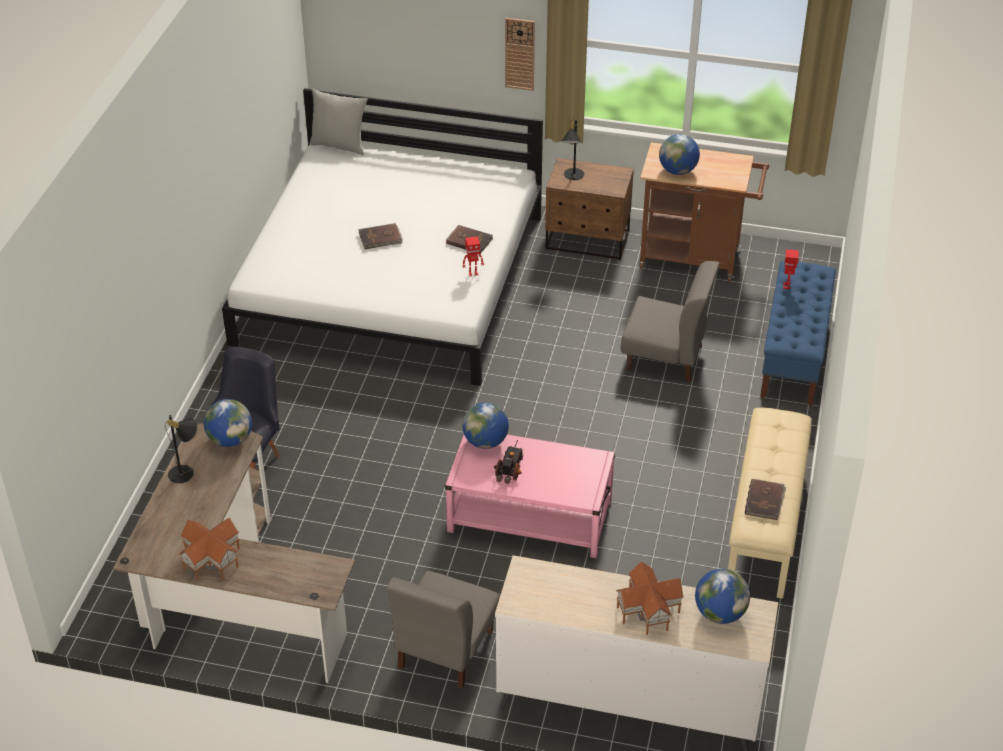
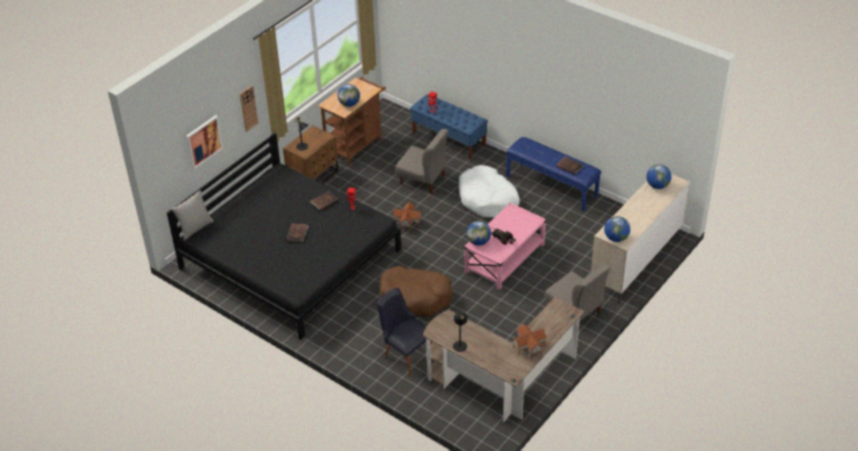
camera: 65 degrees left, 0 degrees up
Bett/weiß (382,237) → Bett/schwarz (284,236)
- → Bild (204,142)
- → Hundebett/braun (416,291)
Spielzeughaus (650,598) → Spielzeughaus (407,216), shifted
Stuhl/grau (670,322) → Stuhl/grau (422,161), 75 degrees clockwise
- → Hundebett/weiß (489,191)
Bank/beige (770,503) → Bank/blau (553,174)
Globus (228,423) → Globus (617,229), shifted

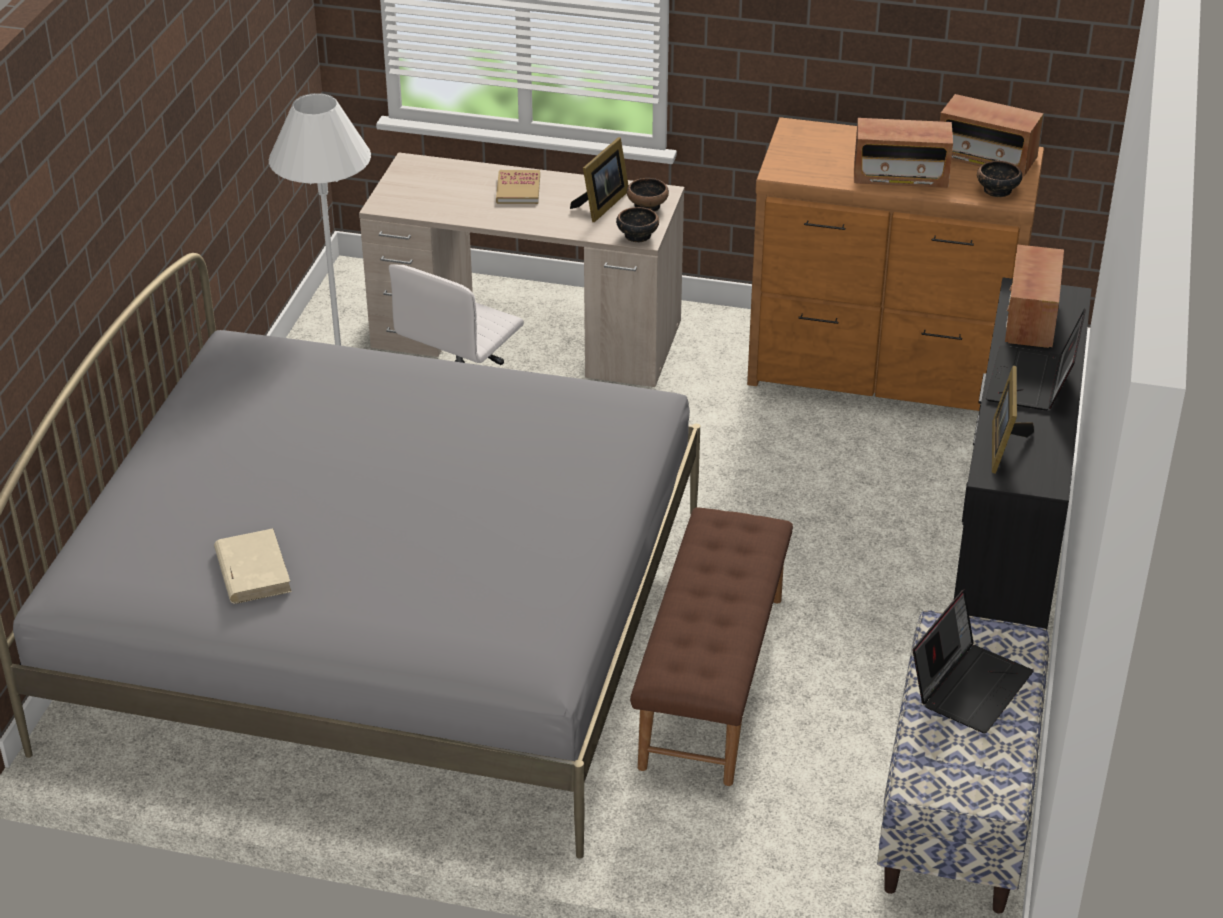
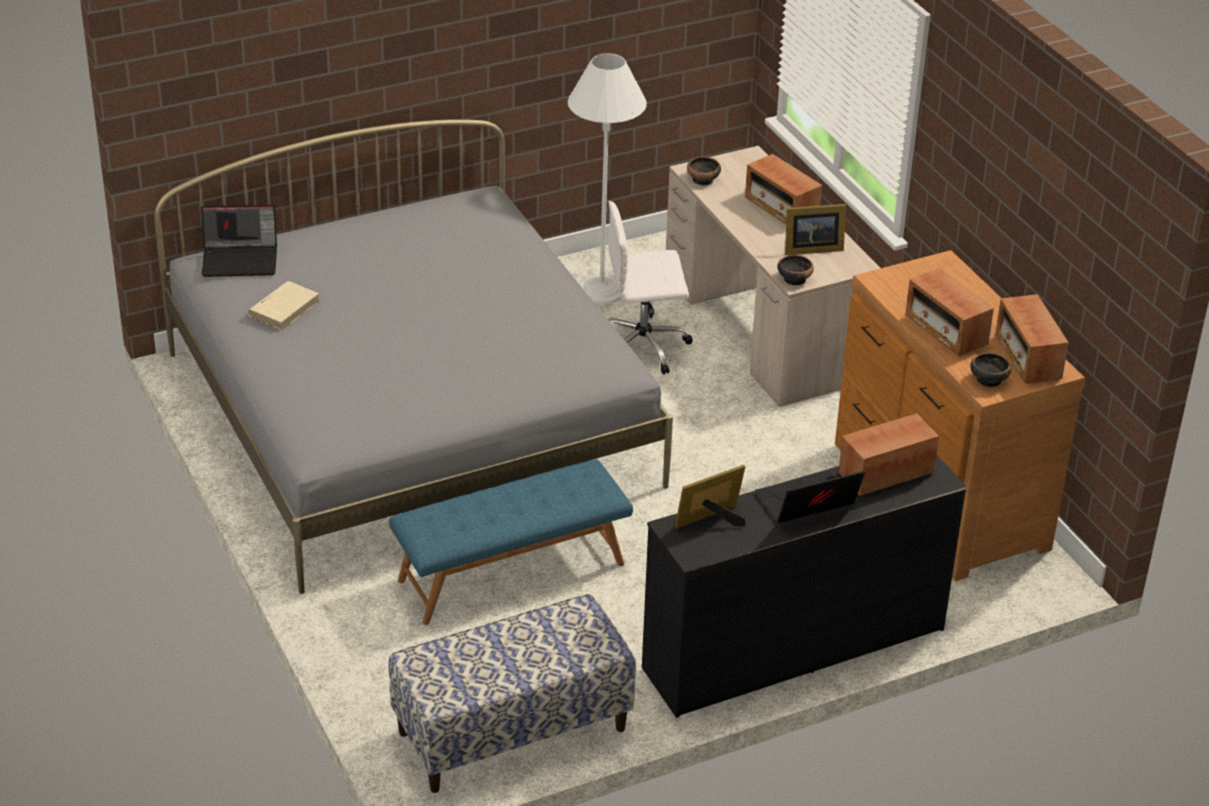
camera: 50 degrees right, 0 degrees up
Laptop (973,661) → Laptop (239,241), shifted
Bank/braun (711,646) → Bank/blau (511,542)
Schüssel (648,195) → Schüssel (704,171), shifted
Buch (518,187) → Radio (783,189)

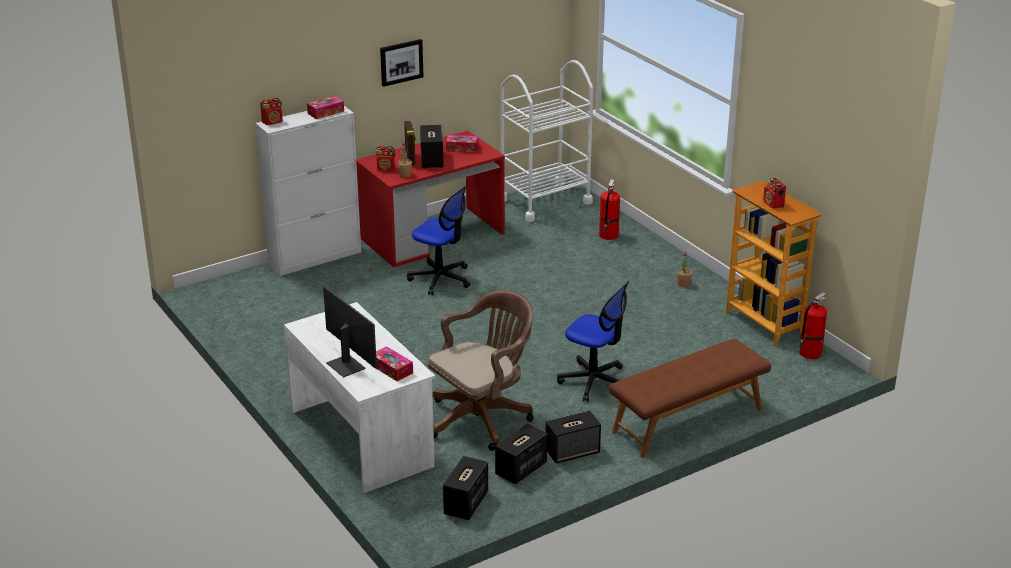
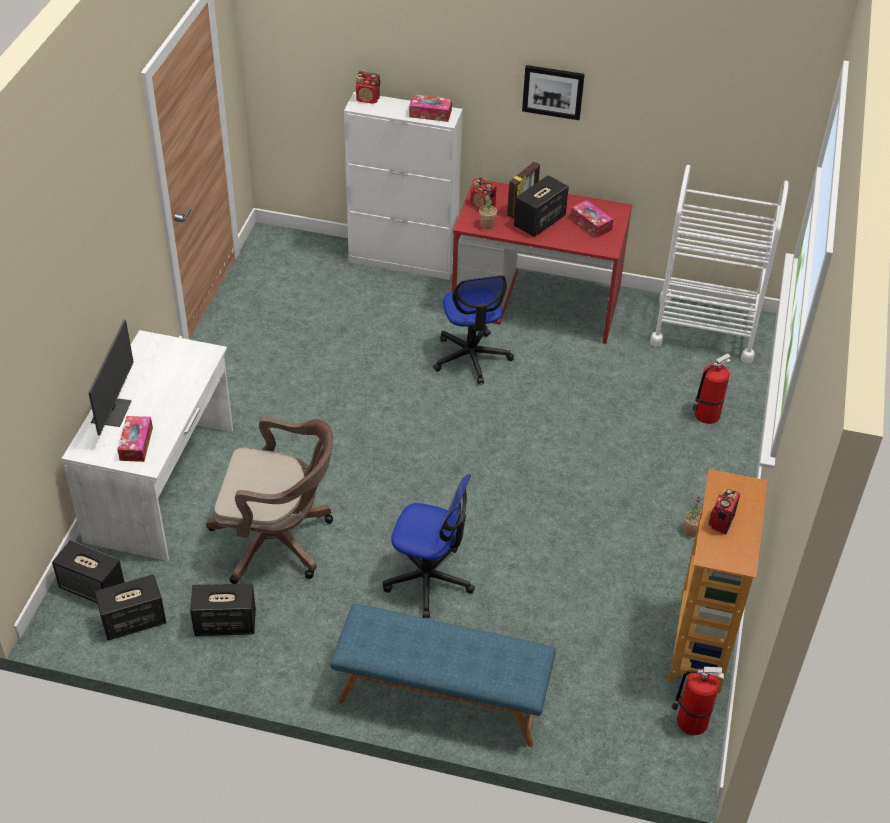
camera: 45 degrees right, 15 degrees up
Lautsprecher (573,437) → Lautsprecher (88,571), shifted
Bank/braun (690,398) → Bank/blau (443,675)
Bürostuhl (593,341) → Bürostuhl (429,546), 60 degrees counterclockwise

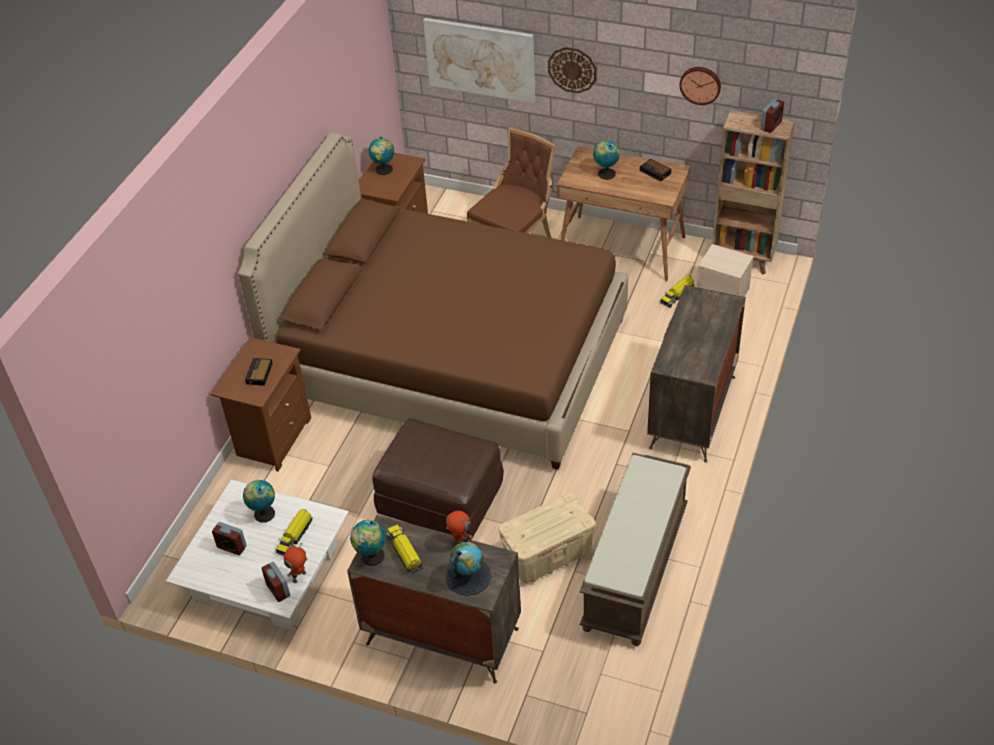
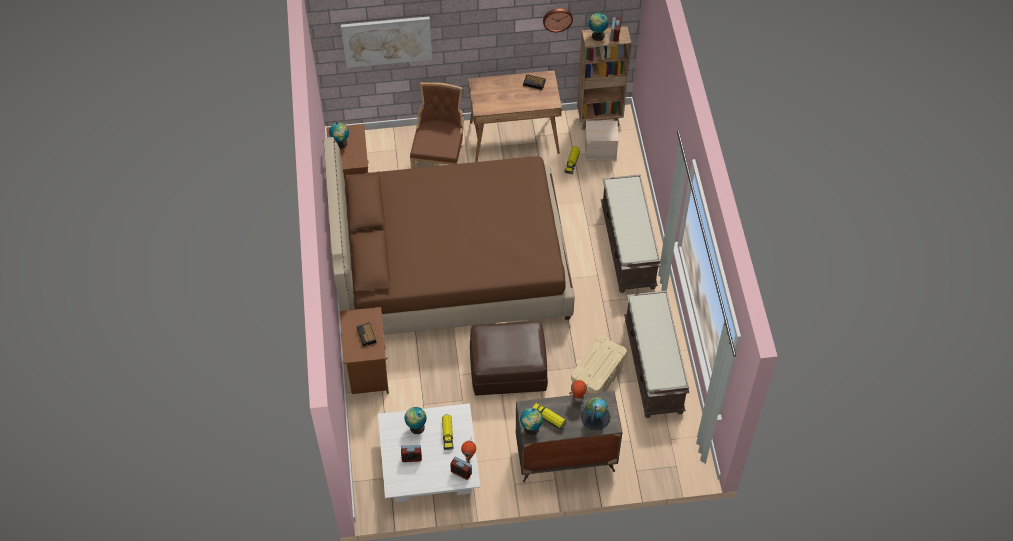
camera: 30 degrees left, 10 degrees up
Globus (606,160) → Globus (598,27), shifted
Kommode (696,374) → Bank/braun (631,234)
Wanduhr (572,70) → -

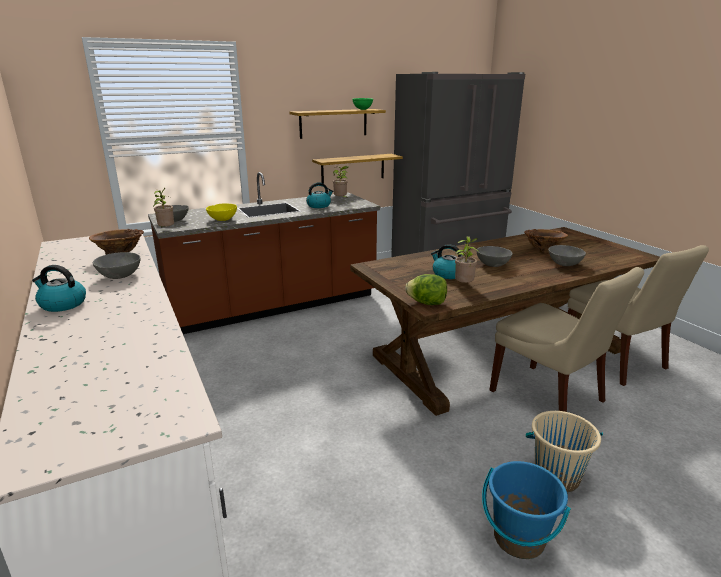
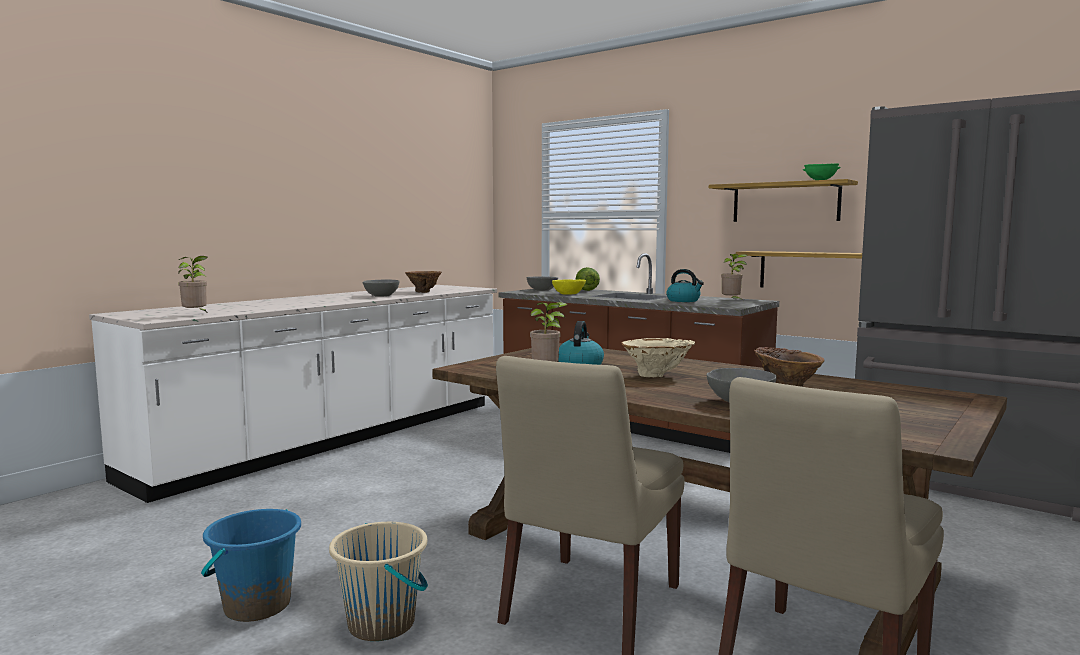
camera: 65 degrees right, 15 degrees down
Topfpflanze (163,208) → Topfpflanze (192,284), shifted
Salatkopf (426,289) → Salatkopf (588,279), shifted
Schüssel/grau (495,256) → Vase/beige (658,357)
Wasserkessel (59,288) → -

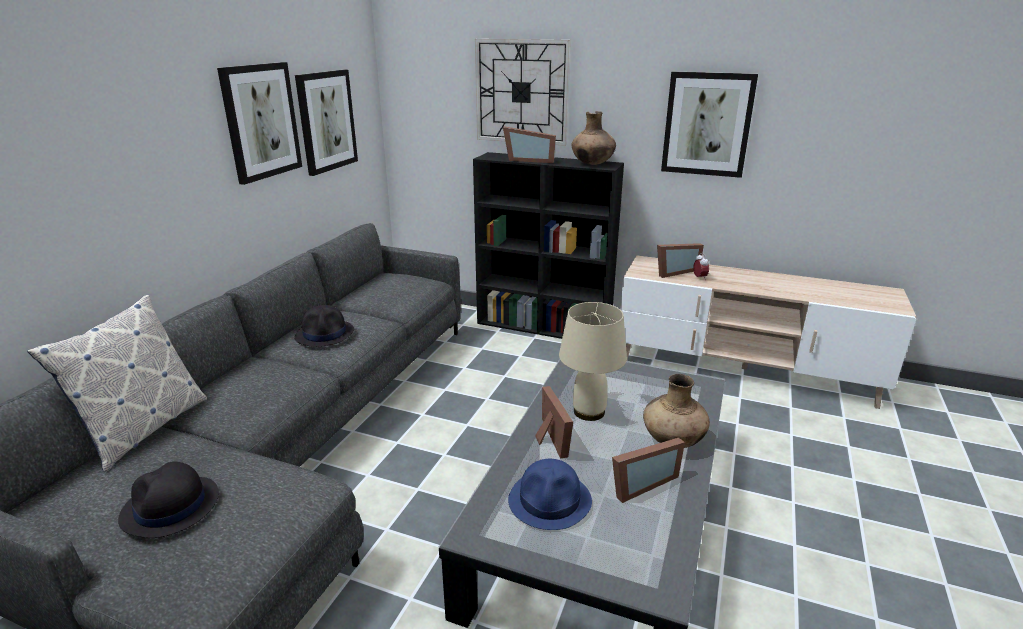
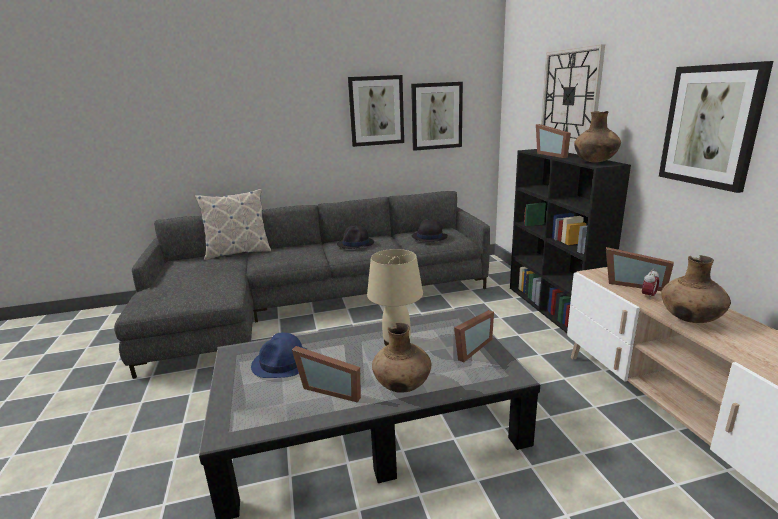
camera: 55 degrees right, 5 degrees down
Hut/schwarz (168,499) → Hut/schwarz (429,230), shifted
Bilderrahmen (554,422) → Bilderrahmen (474,336), shifted
- → Vase/braun (696,289)

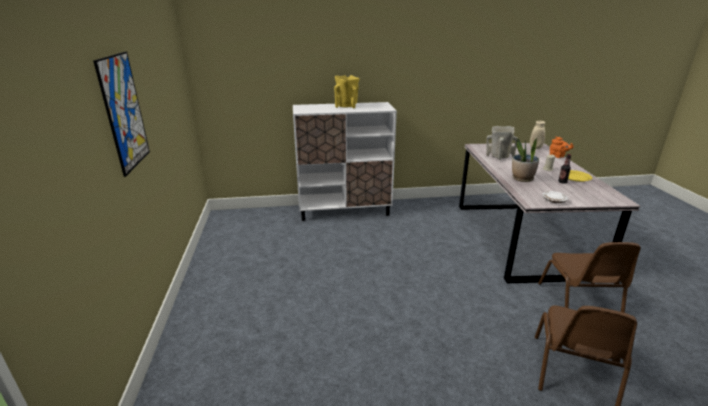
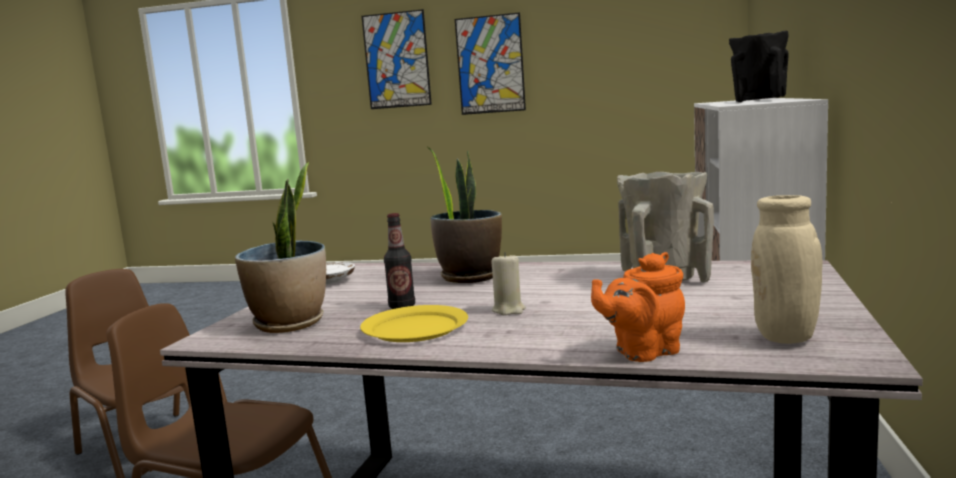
camera: 110 degrees right, 15 degrees down
- → Topfpflanze (280,247)
- → Bild (397,59)
Vase/gelb (346,91) → Vase/schwarz (759,66)

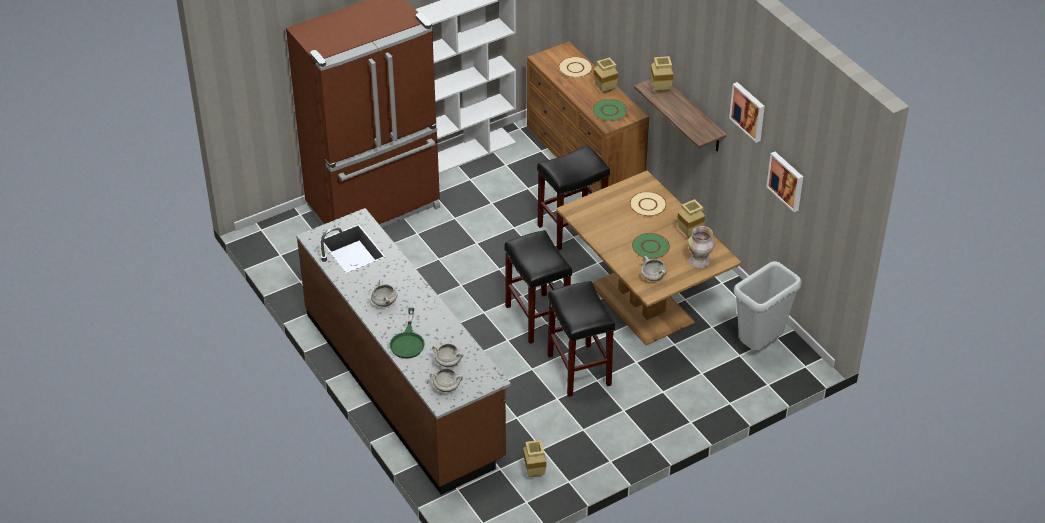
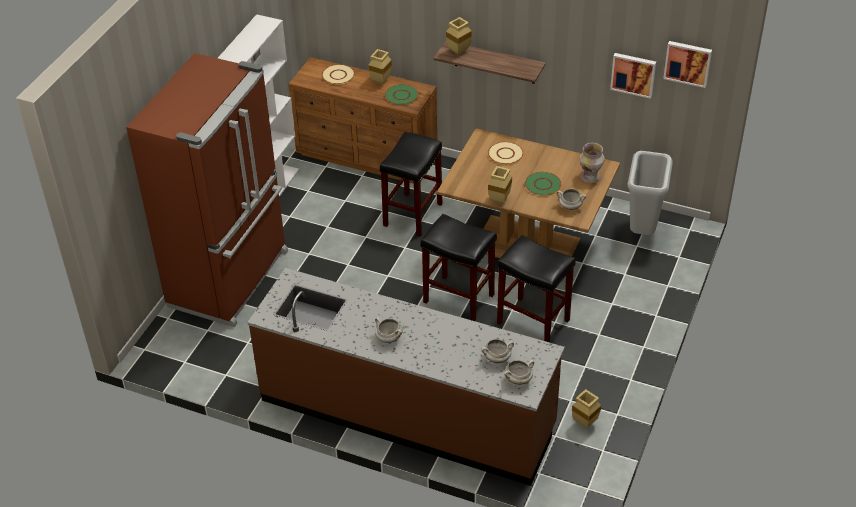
camera: 35 degrees left, 0 degrees up
Vase/beige (691,218) → Vase/beige (500,185), shifted
Bild (747,112) → Bild (687,64), shifted
Pfanne/grün (407,333) → -

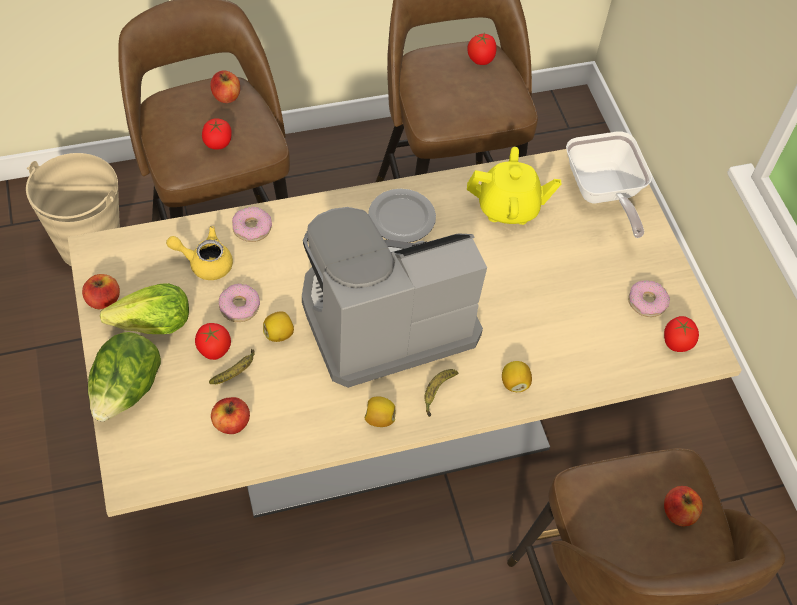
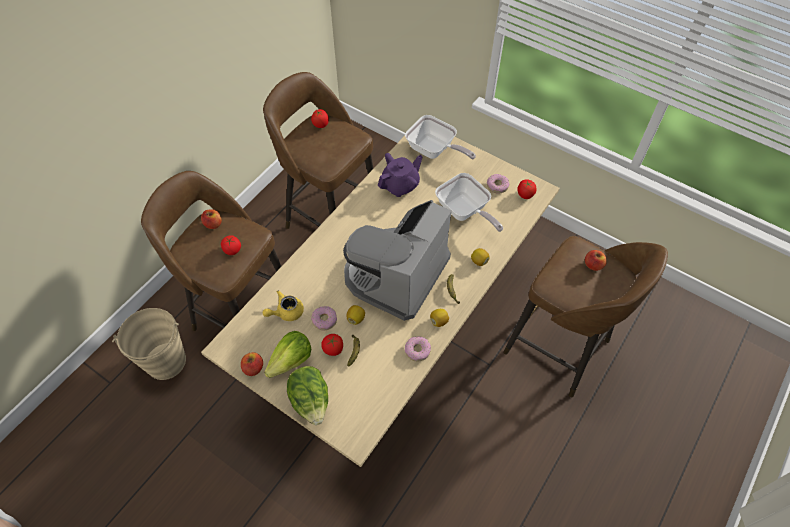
camera: 35 degrees left, 0 degrees up
Teekanne/gelb (514,186) → Teekanne/lila (400,175)
Donut (252,224) → Donut (418,348), shifted
- → Pfanne (469,202)
Apfel (230,415) → -
Teller (402,215) → -

